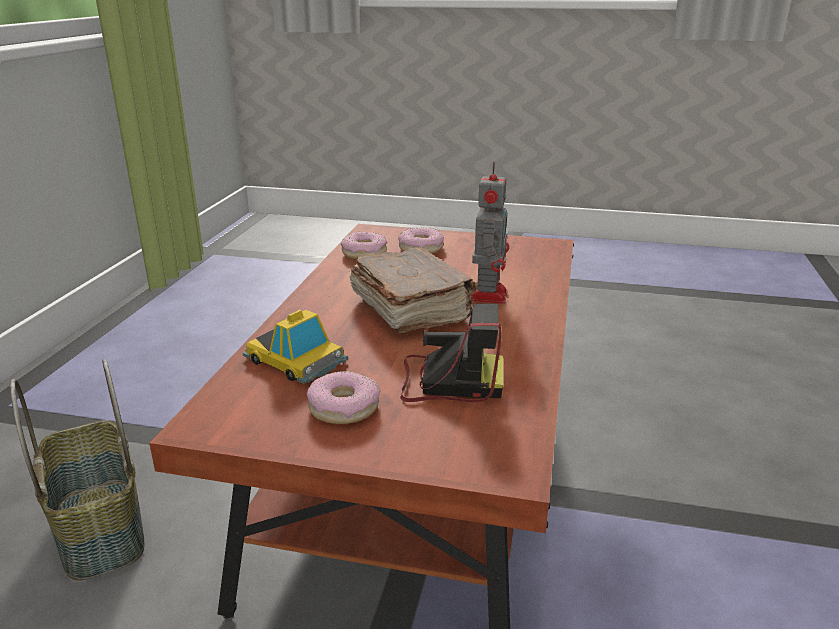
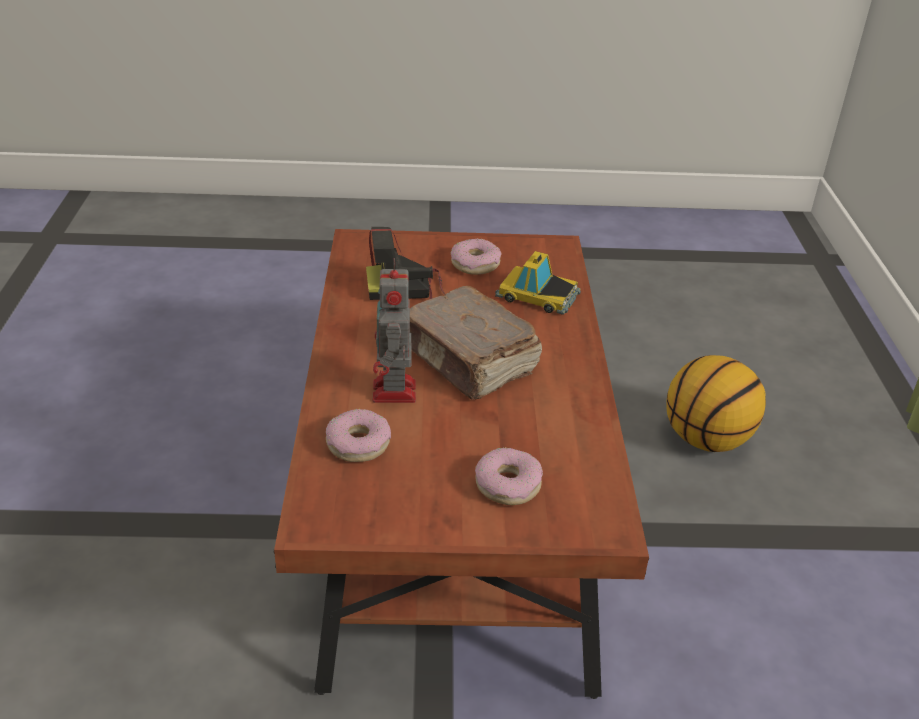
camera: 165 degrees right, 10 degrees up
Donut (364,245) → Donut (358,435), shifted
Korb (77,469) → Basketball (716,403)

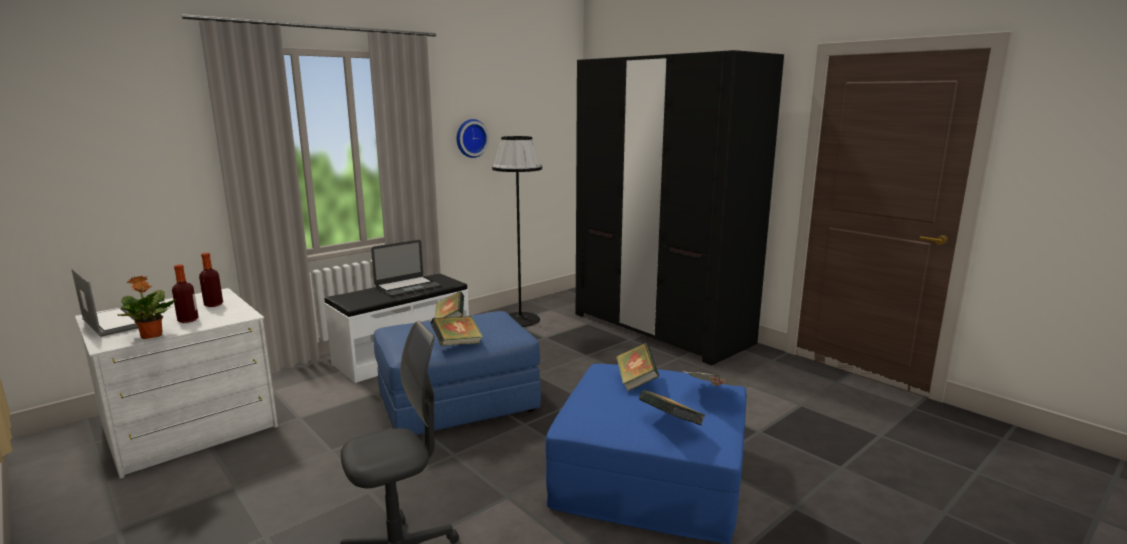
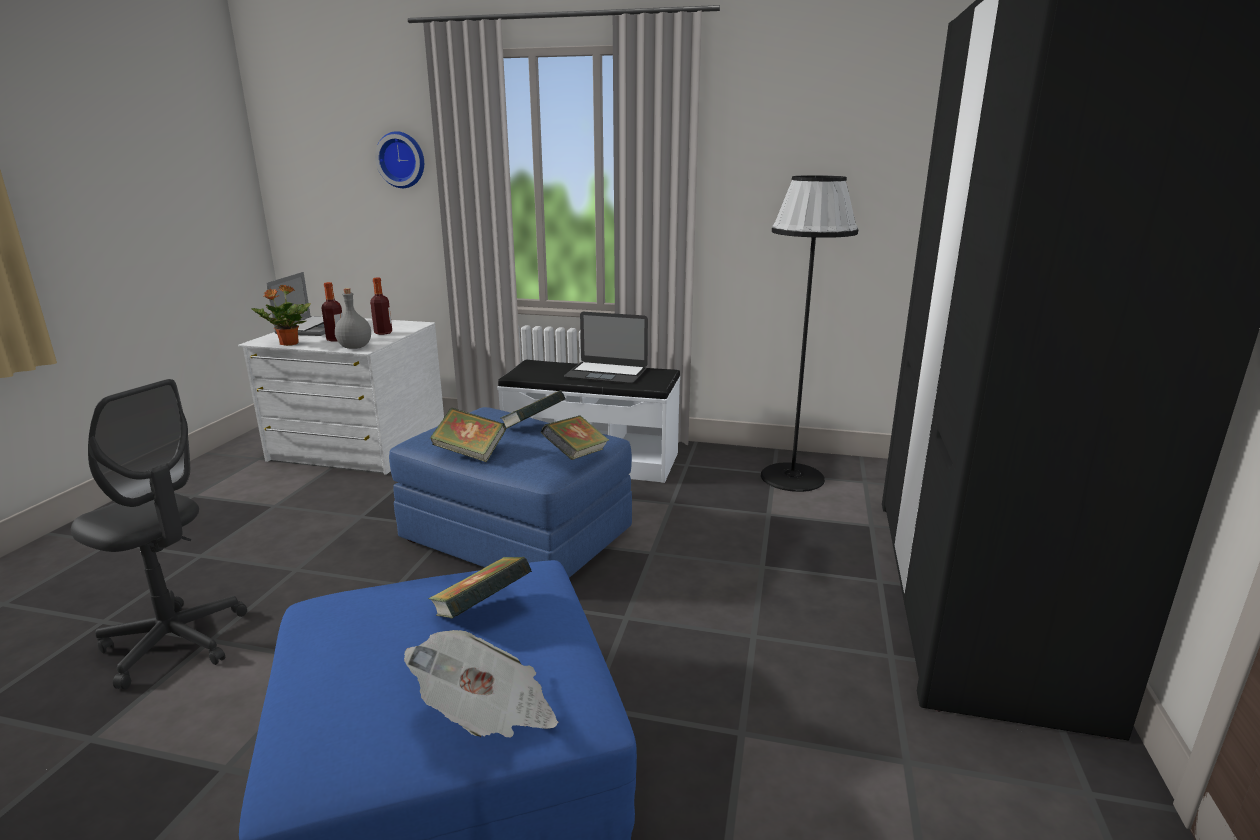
camera: 55 degrees right, 5 degrees up
- → Flasche/grau (353,318)
Wanduhr (473,138) → Wanduhr (399,159), shifted
Buch (672,407) → Buch (575,437), shifted

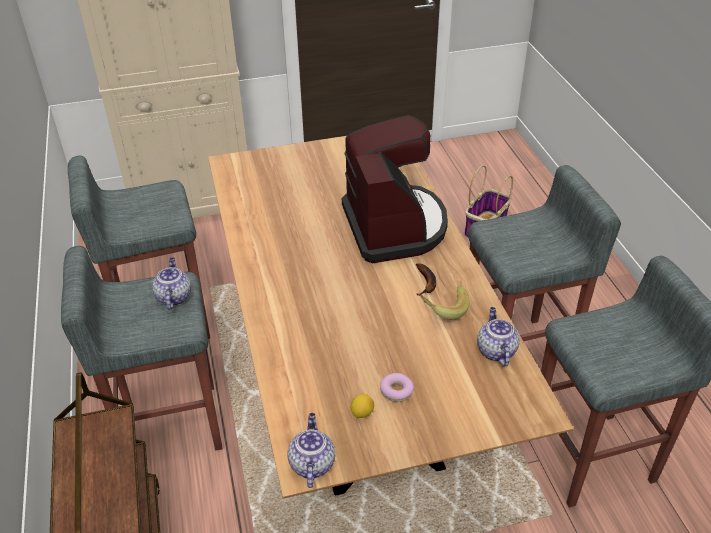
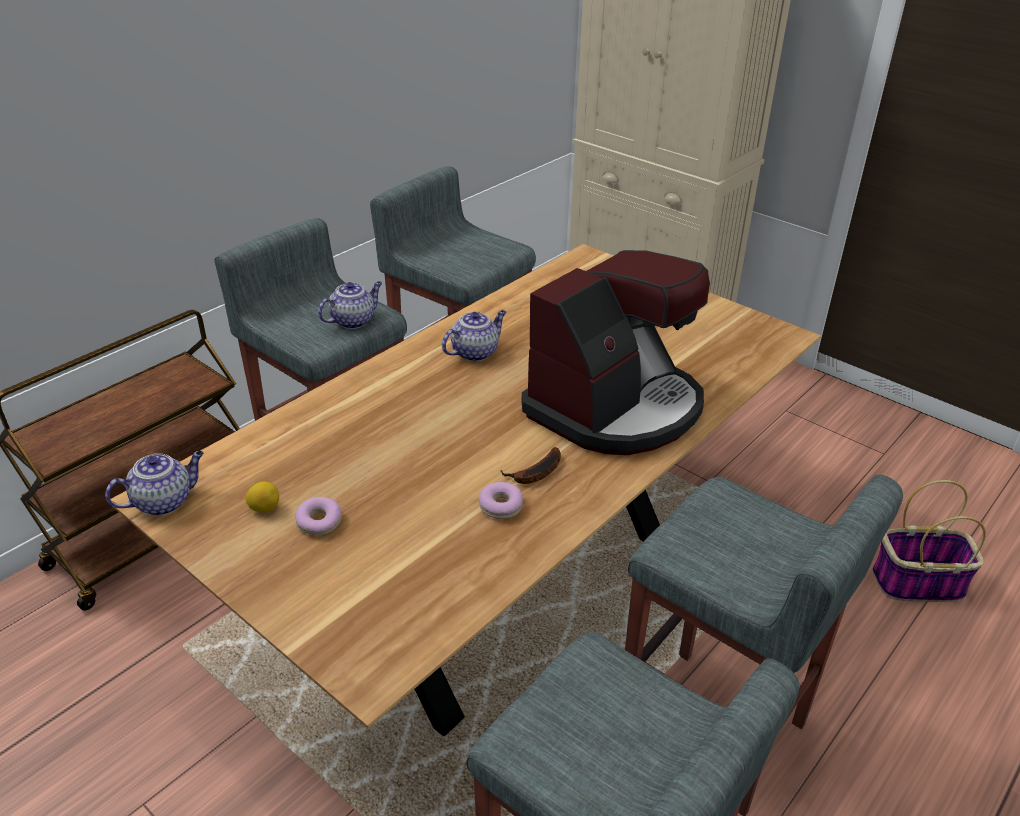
camera: 55 degrees right, 5 degrees down
Teekanne (498,337) → Teekanne (474,336), shifted
Banane (444,302) → Donut (501,500)

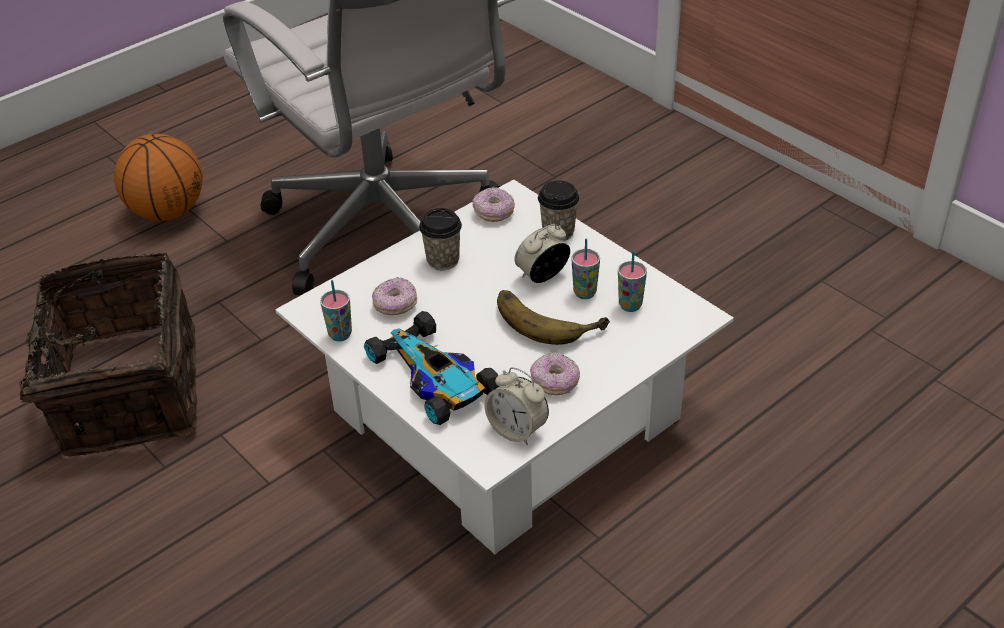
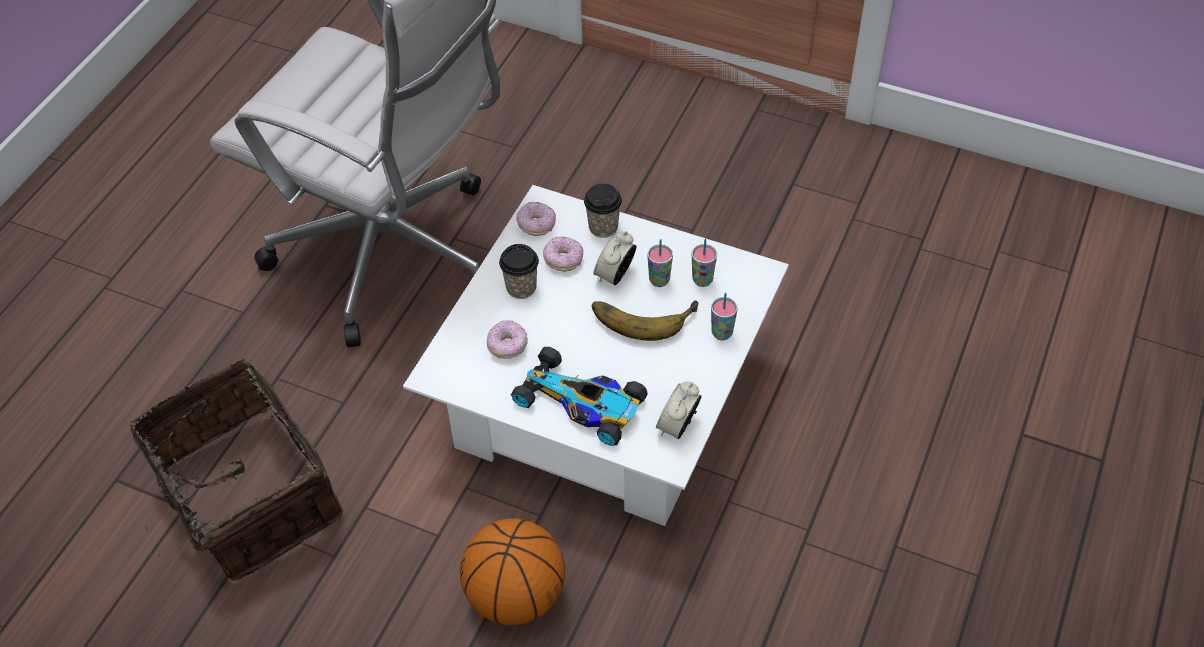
camera: 25 degrees left, 10 degrees up
Basketball (158,177) → Basketball (512,571), shifted
Donut (555,373) → Donut (563,254), shifted
Wecker (517,406) → Wecker (679,410), 105 degrees clockwise
Tasse (336,310) → Tasse (724,317), shifted

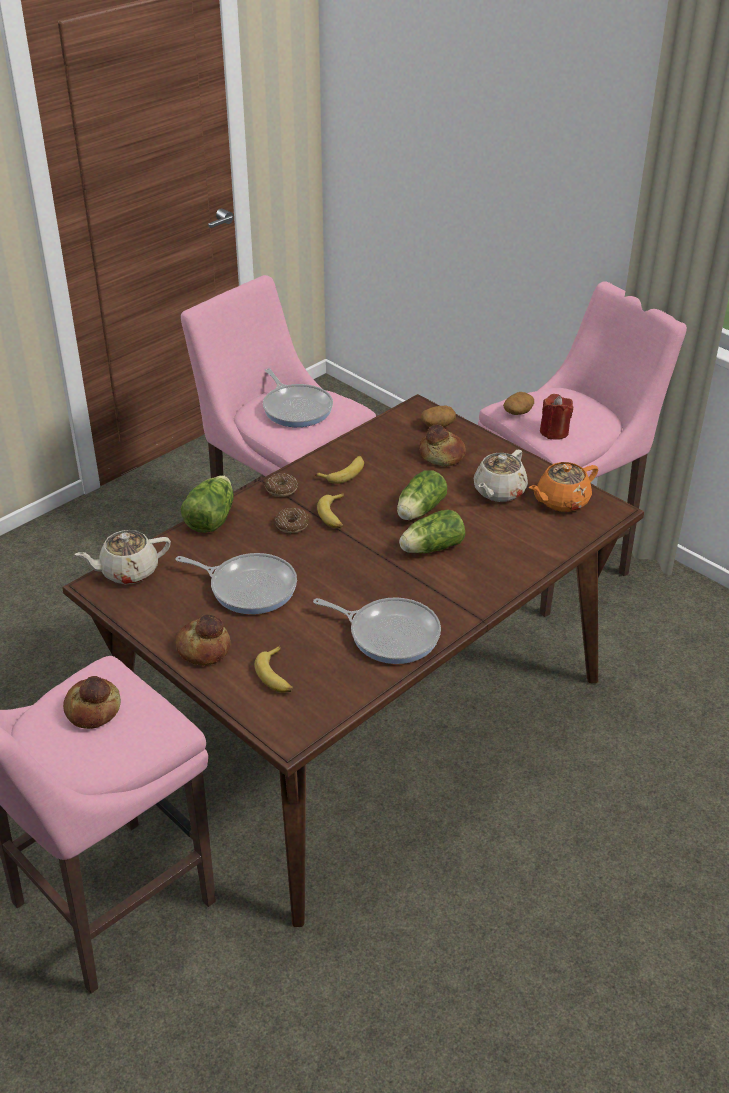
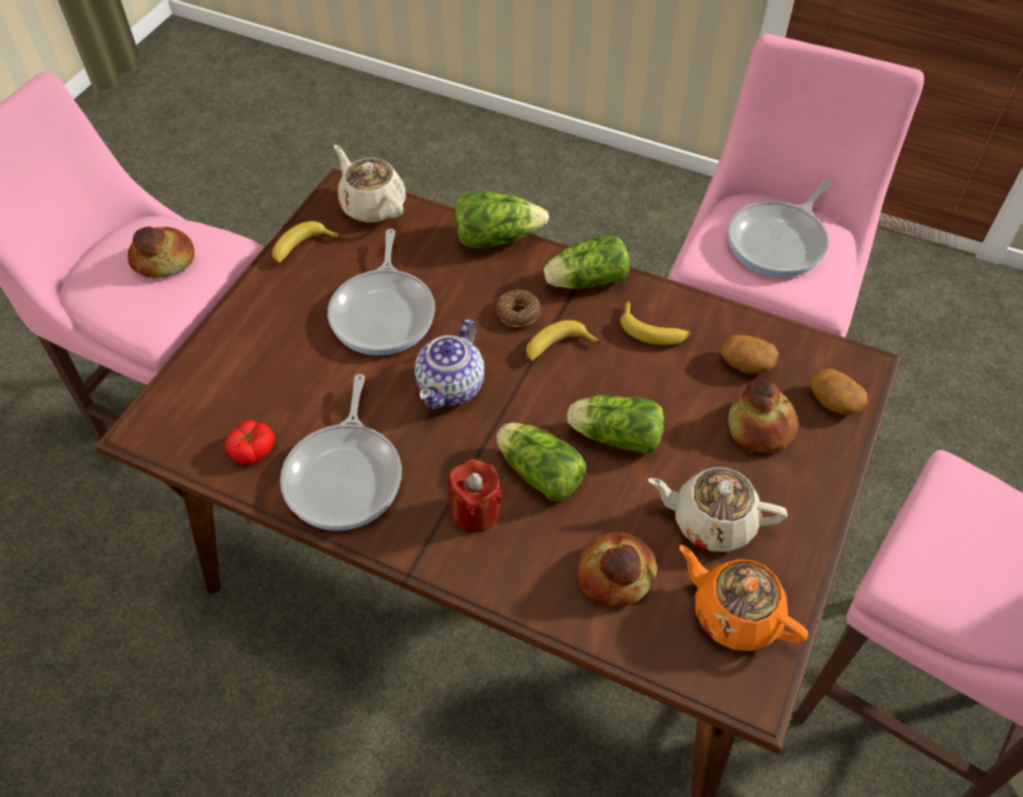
camera: 70 degrees right, 15 degrees up
- → Tomate (250,442)
Banane (273,669) → Banane (306,242), shifted
- → Teekanne (449,364)
Kerze/rot (556,417) → Kerze/rot (475,495), shifted
Donut (281,485) → Salatkopf (587,262)
Brot (203,640) → Brot (617,569), shifted
Kartoffel (518,403) → Kartoffel (749,354), shifted

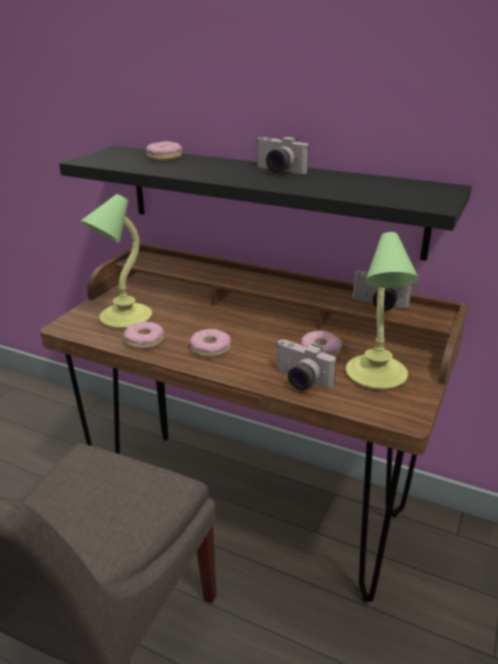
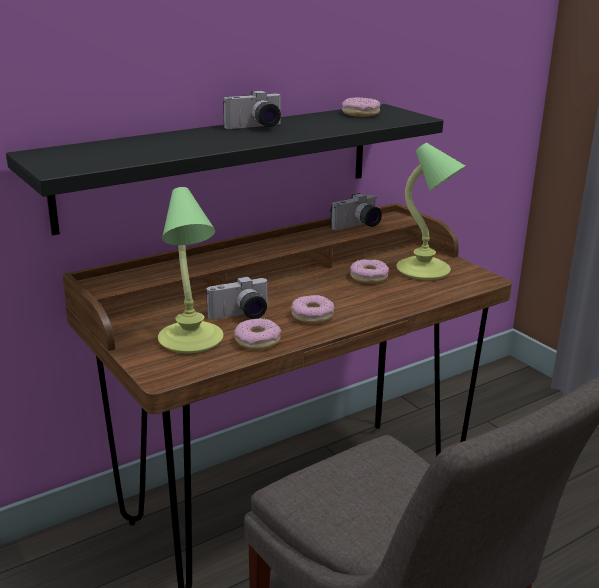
camera: 60 degrees left, 5 degrees down
Kamera (306,365) → Kamera (237,298), shifted
Donut (164,151) → Donut (361,107), shifted

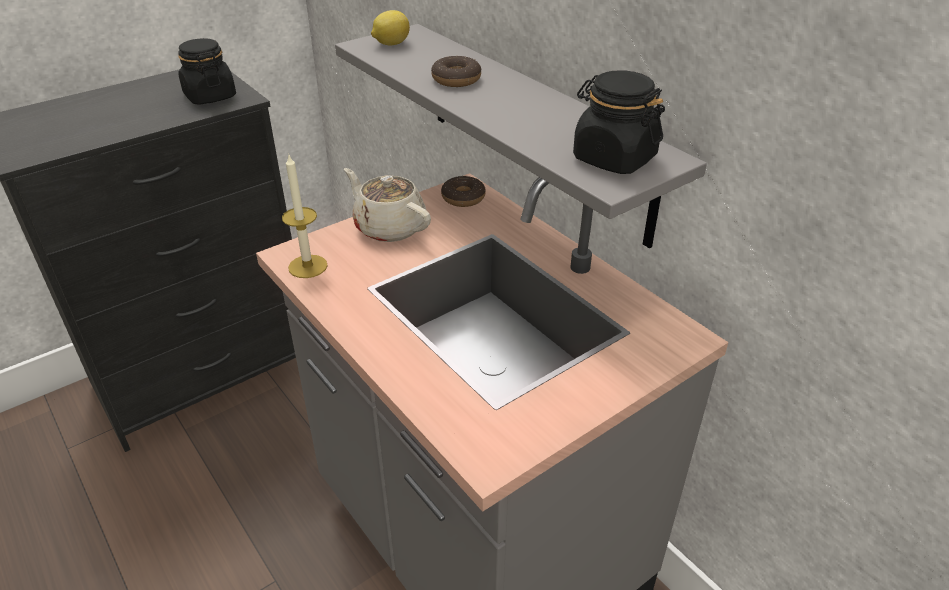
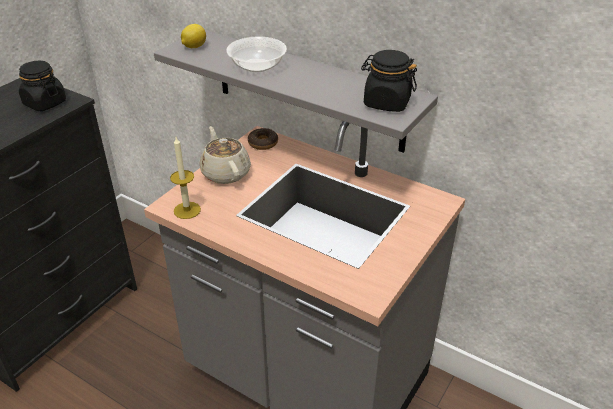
camera: 20 degrees left, 0 degrees up
Teekanne/beige (387,205) → Teekanne/beige (225,155), 45 degrees clockwise
Donut (456,71) → Schüssel (256,54)

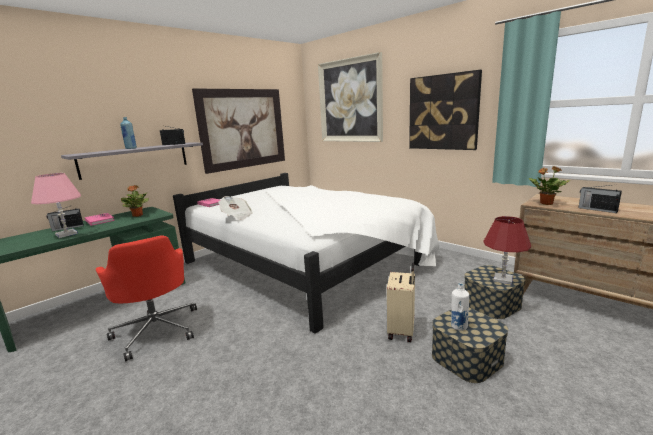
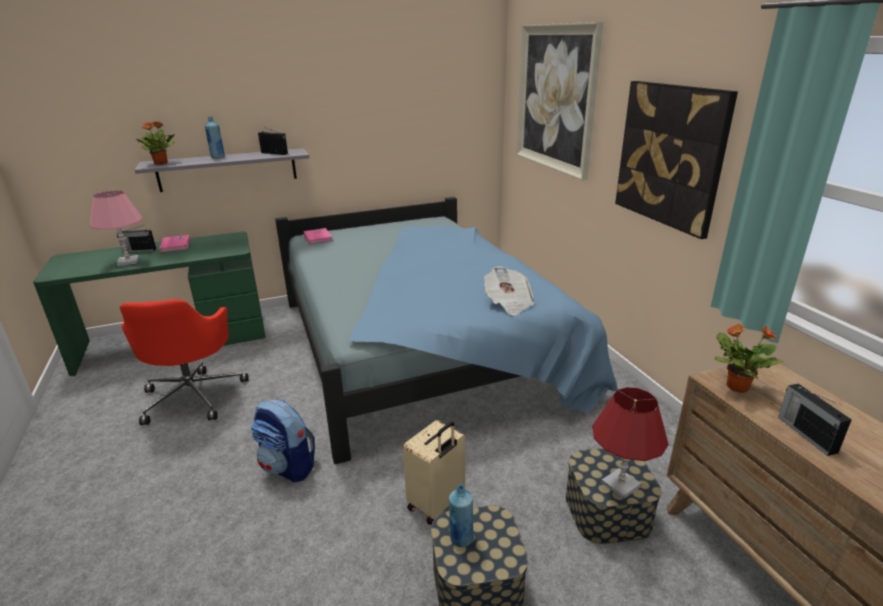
camera: 25 degrees right, 10 degrees up
Topfpflanze (135,201) → Topfpflanze (155,143), shifted
- → Rucksack (283,441)
Bett/weiß (306,253) → Bett/blau (446,330)
Flasche/weiß (460,307) → Flasche/blau (461,515)
Zeitung (235,208) → Zeitung (509,291), shifted
Bild (238,131) → -

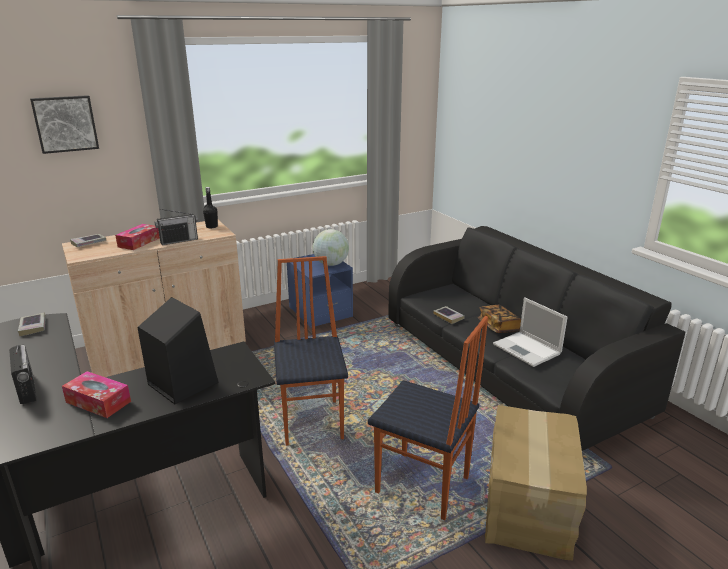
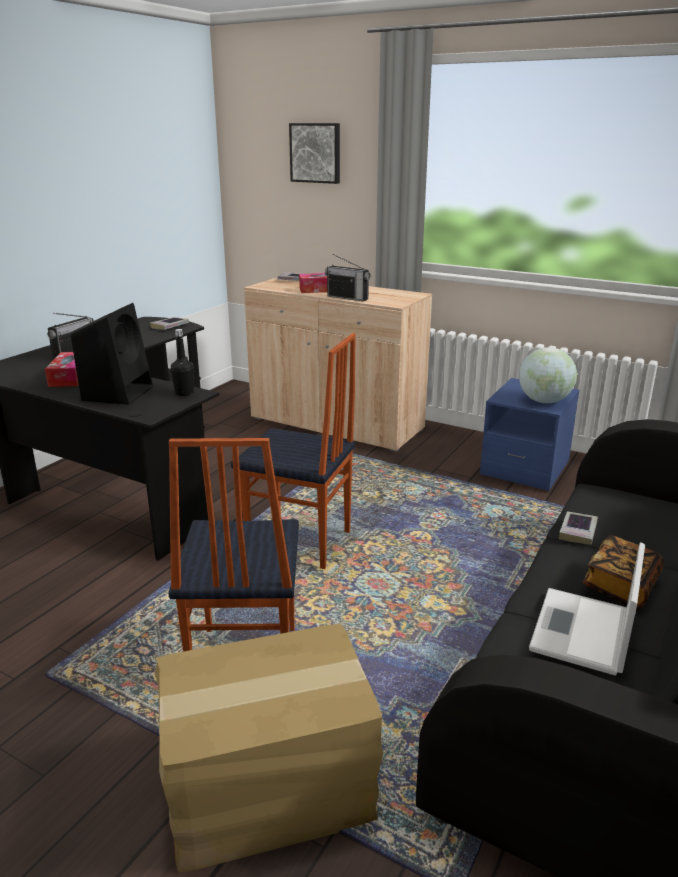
camera: 60 degrees right, 0 degrees up
Flasche/schwarz (210,207) → Flasche/schwarz (182,362), shifted
Stuhl (311,351) → Stuhl (293,451), 60 degrees clockwise

